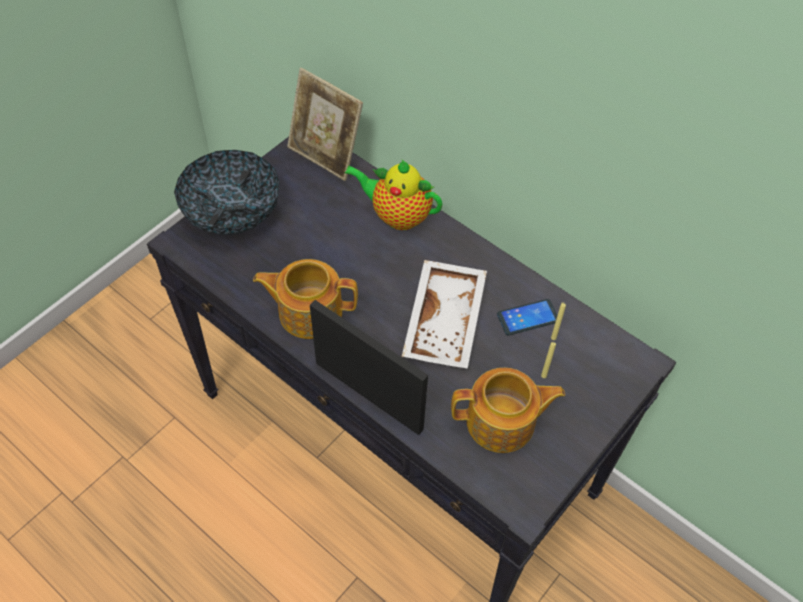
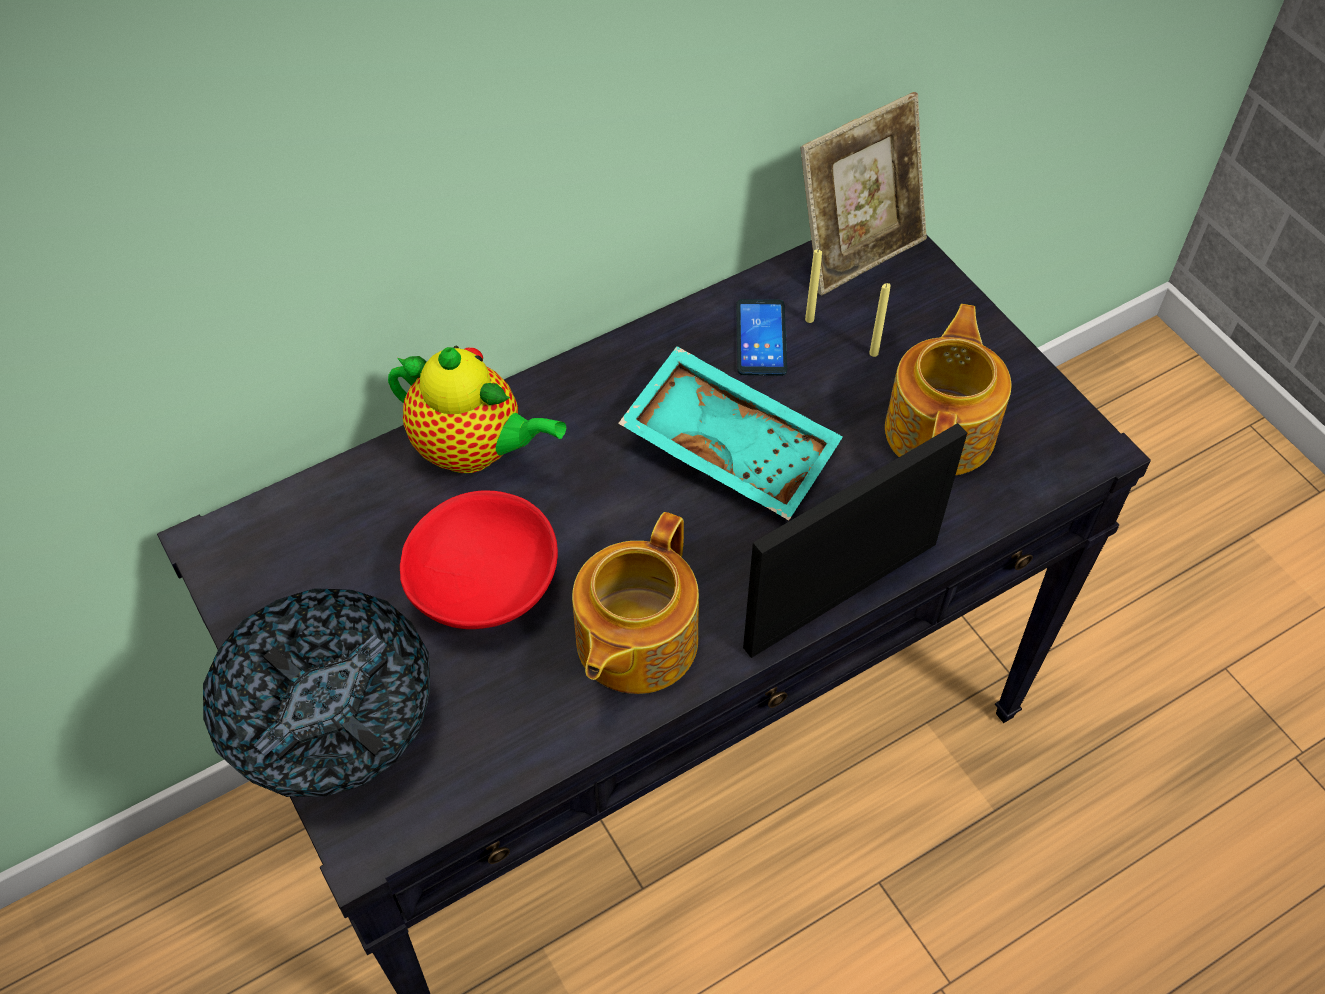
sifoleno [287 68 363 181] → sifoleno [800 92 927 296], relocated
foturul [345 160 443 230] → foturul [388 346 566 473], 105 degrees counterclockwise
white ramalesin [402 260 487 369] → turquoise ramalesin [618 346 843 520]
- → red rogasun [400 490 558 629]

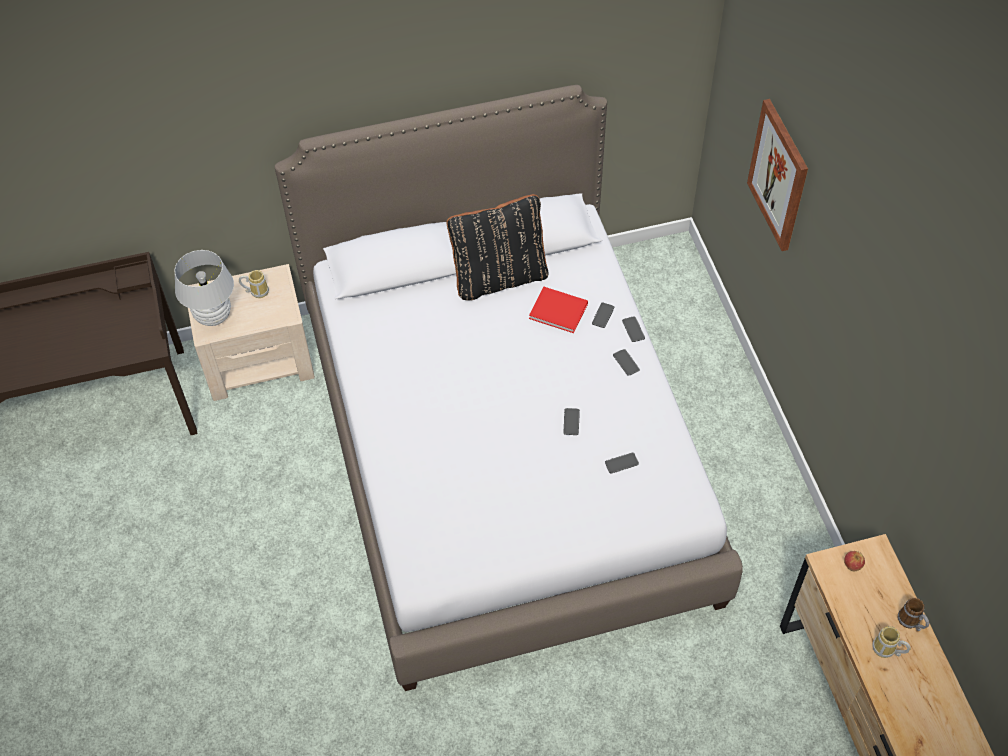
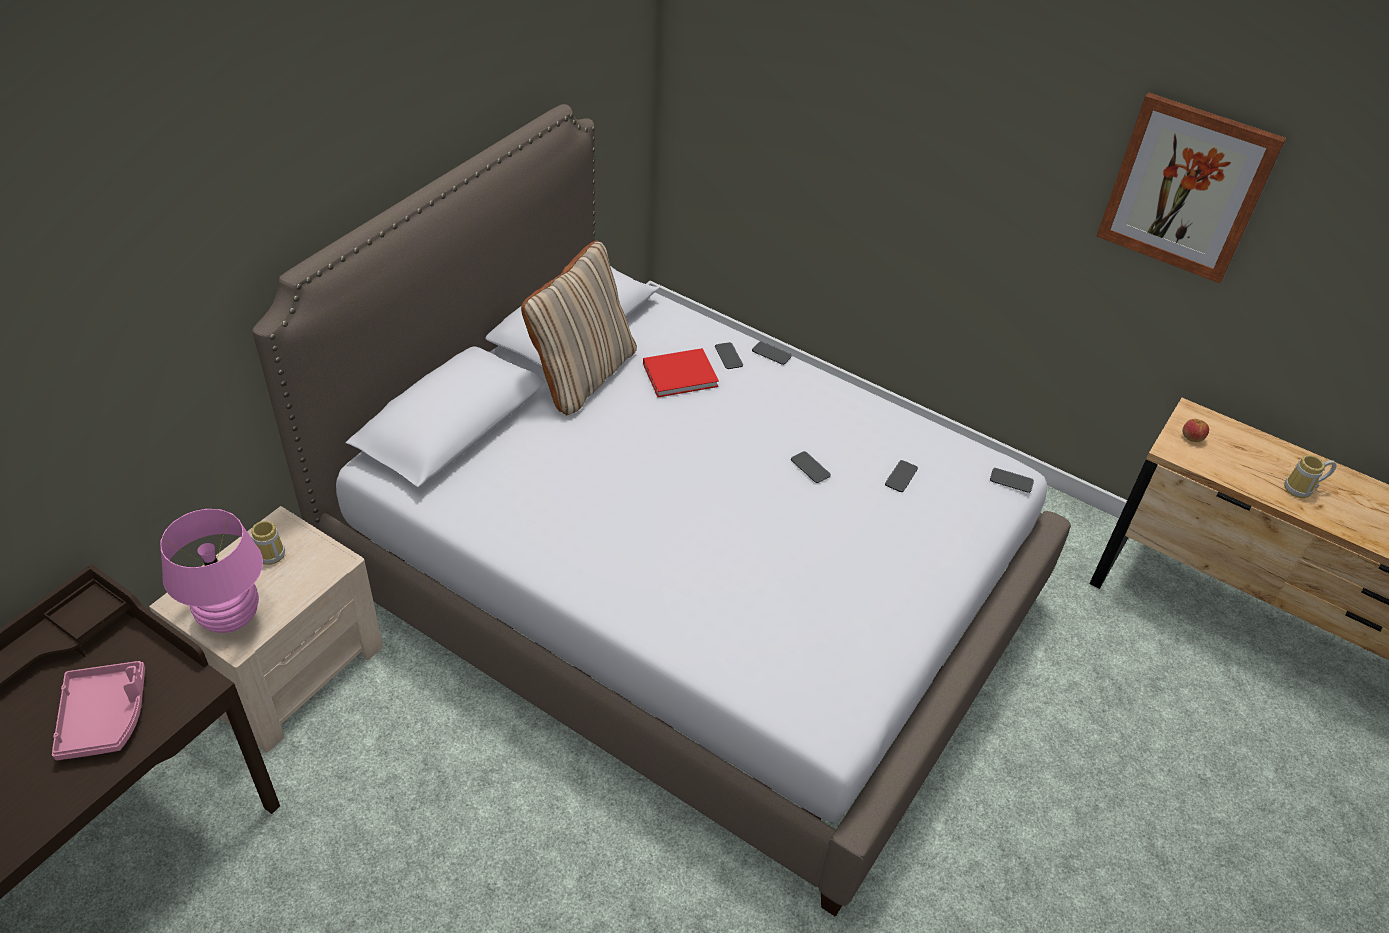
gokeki [747 99 808 251] → gokeki [1097 92 1286 283], relocated
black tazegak [447 194 548 301] → beige tazegak [521 241 637 416]
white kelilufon [174 250 234 326] → pink kelilufon [160 509 263 633]
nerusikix [613 349 640 376] → nerusikix [990 468 1034 493], relocated
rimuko [897 598 929 631] → -
- → pink ramalesin [52 661 145 760]

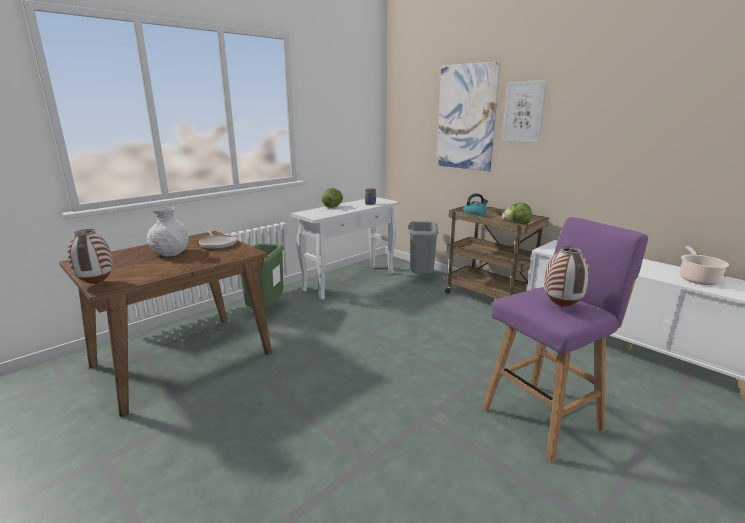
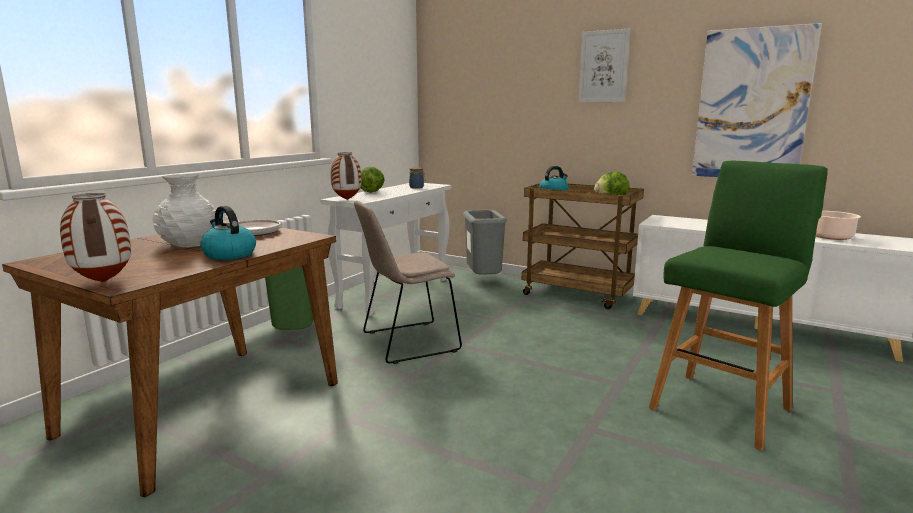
gokeki [437 61 500 171] → gokeki [692 23 822 177], relocated
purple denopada [482 217 648 463] → green denopada [649 161 828 451]
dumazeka [544 246 589 307] → dumazeka [331 152 361 200], relocated
- → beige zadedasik [354 200 462 364]
- → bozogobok [200 206 256 260]

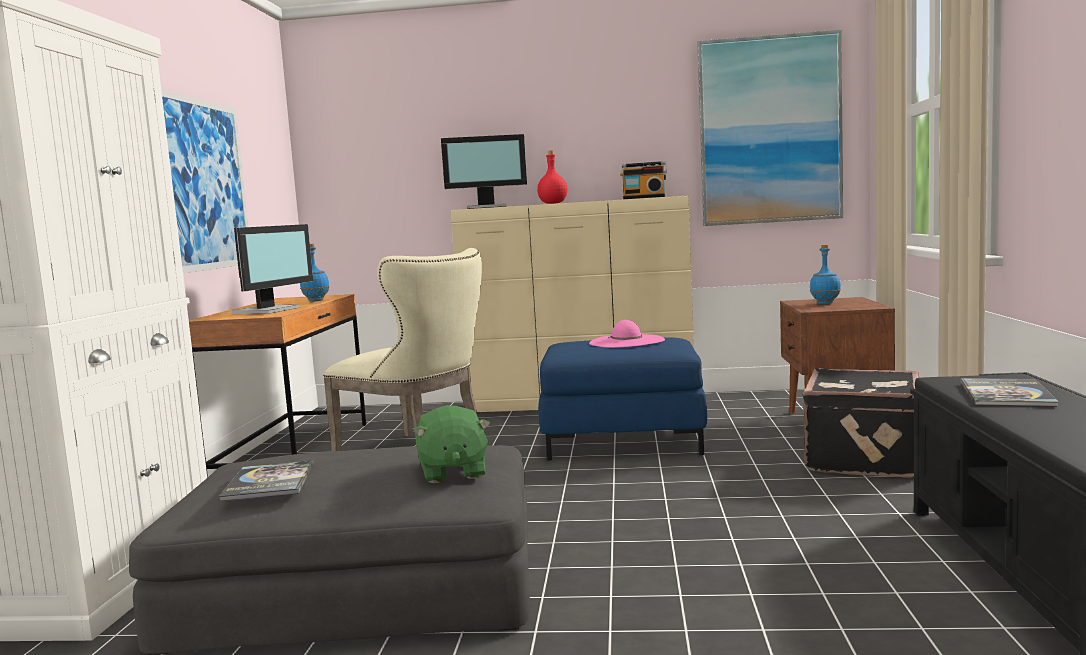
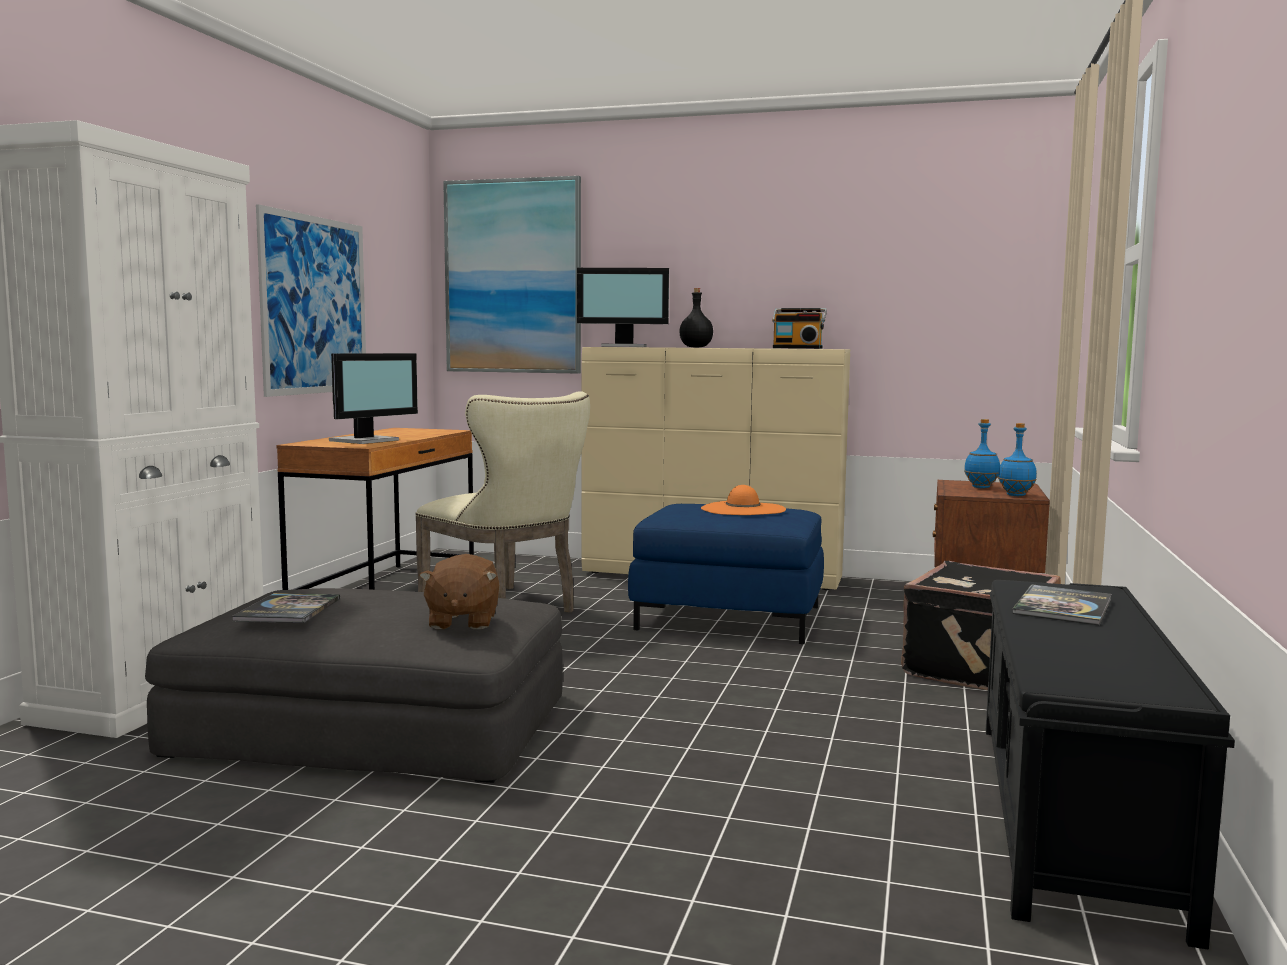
gokeki [697 29 843 226] → gokeki [443 176 581 374], relocated
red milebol [537 150 568 204] → black milebol [679 288 713 347]
blue milebol [300 244 330 301] → blue milebol [998 423 1037 496], relocated
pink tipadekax [589 320 665 348] → orange tipadekax [701 485 786 515]
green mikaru [413 405 491 483] → brown mikaru [419 554 499 629]

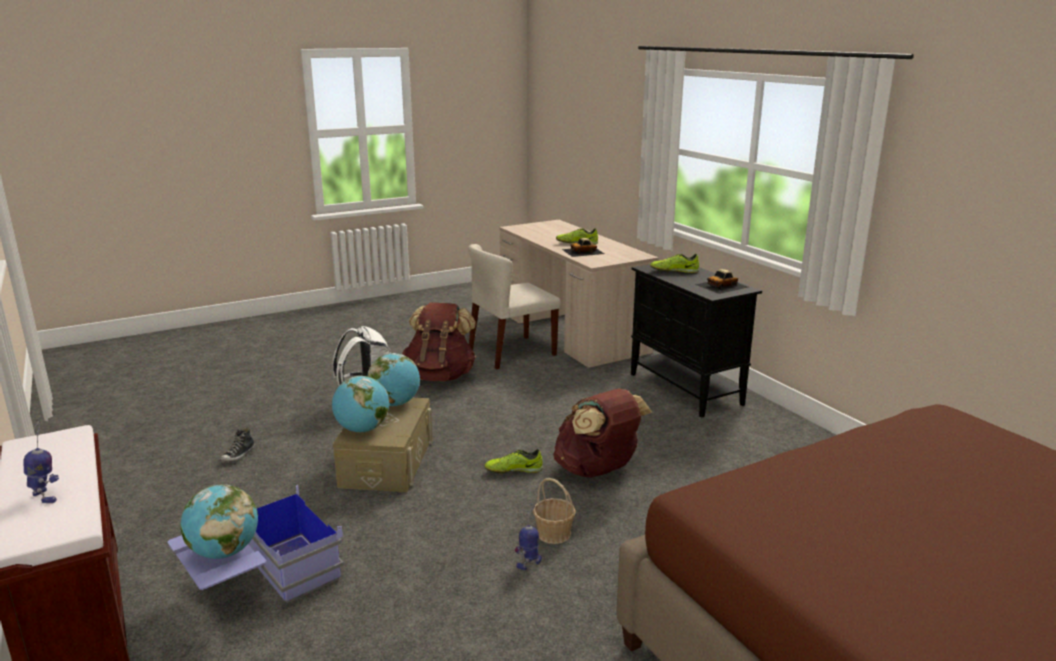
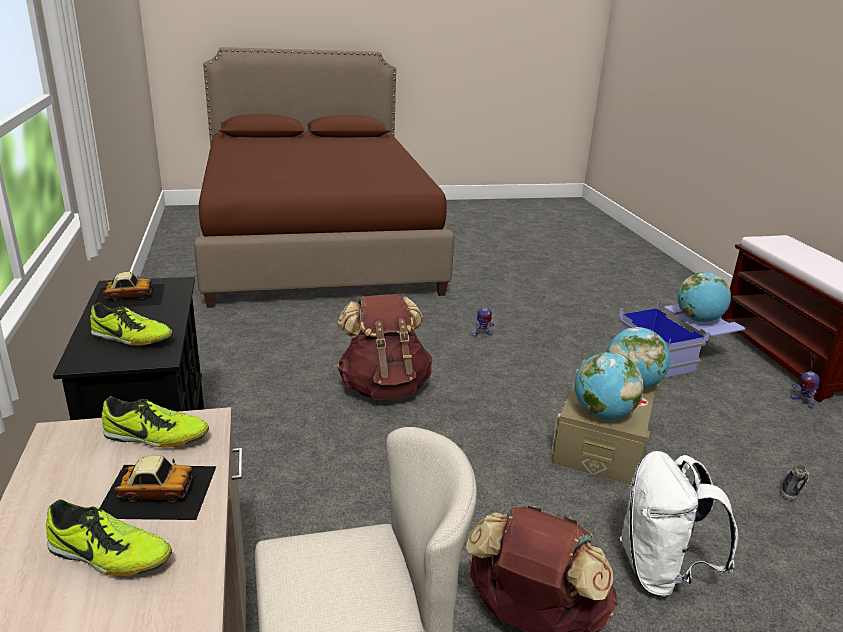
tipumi [24 421 59 503] → tipumi [790 354 819 409], relocated
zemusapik [485 449 543 473] → zemusapik [102 396 209 448], relocated
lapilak [533 478 576 544] → -

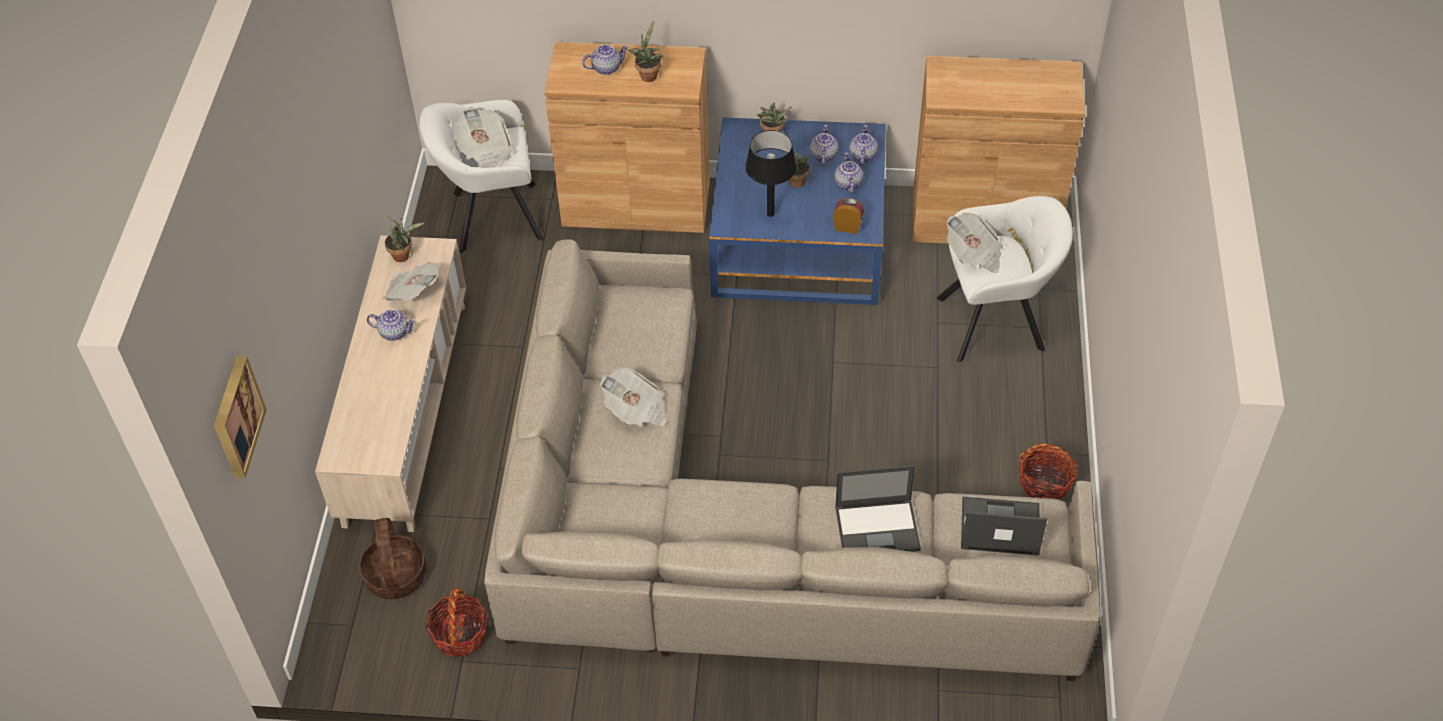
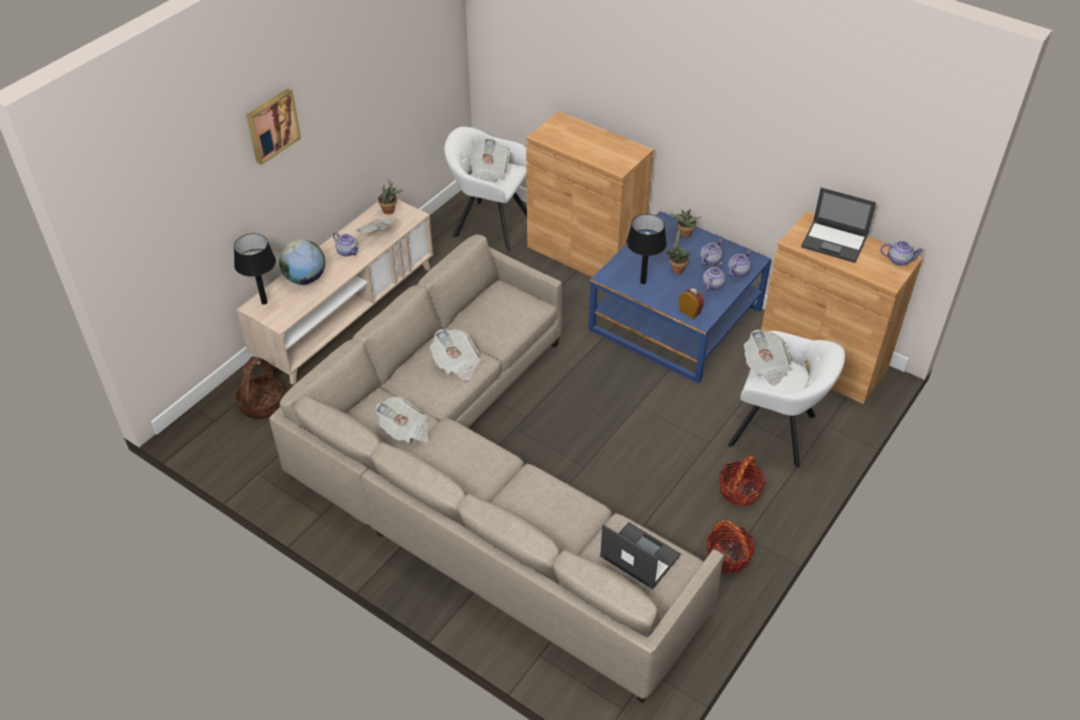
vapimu [627 21 664 82] → -
foturul [582 44 629 75] → foturul [880 240 924 266], relocated
gokeki [214 356 267 478] → gokeki [246 88 301 165], relocated
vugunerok [835 465 921 552] → vugunerok [801 188 876 263], relocated
lapilak [426 588 487 656] → lapilak [719 455 766 506], relocated
- → black kelilufon [234 233 276 305]
- → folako [279 239 325 285]
- → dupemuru [376 397 429 443]

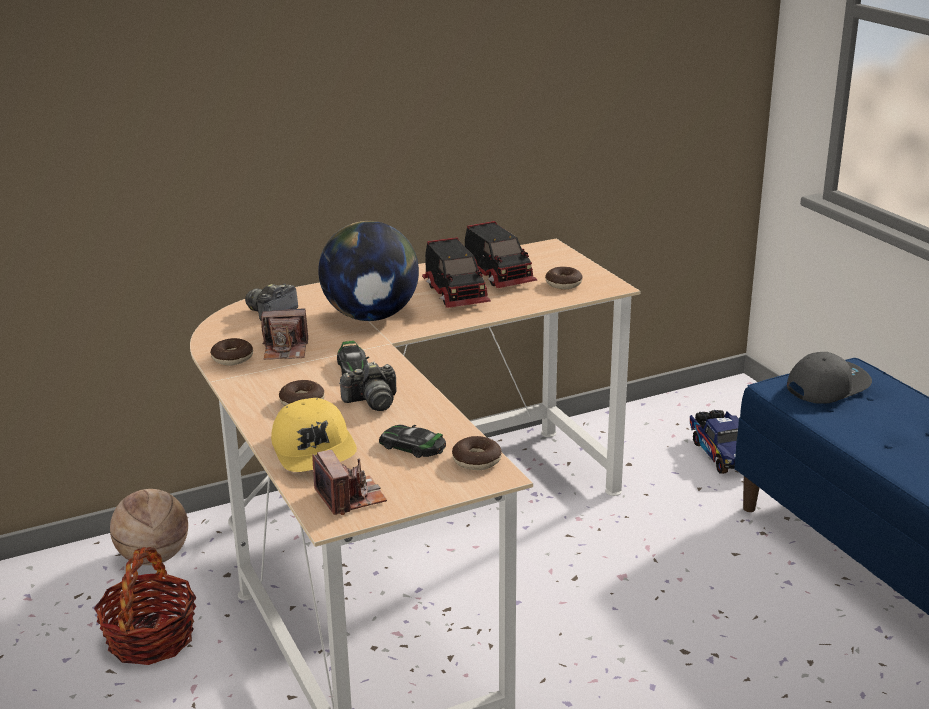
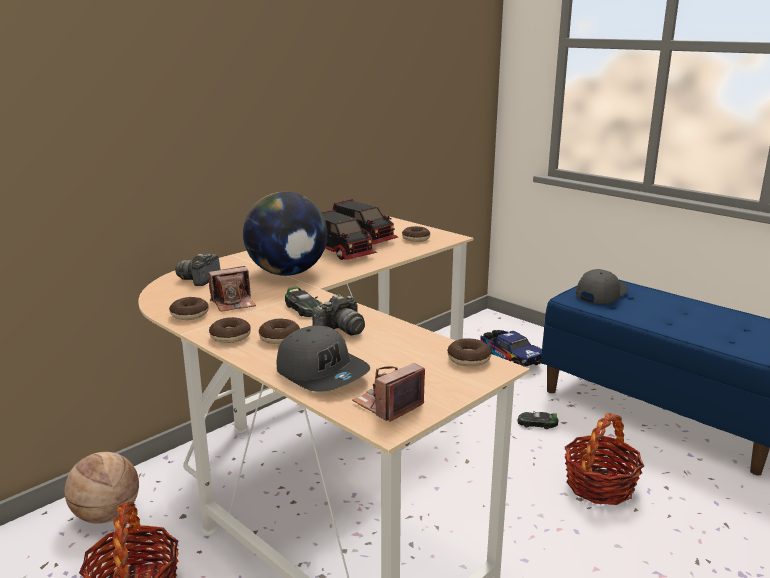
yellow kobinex [271 398 357 472] → grey kobinex [277 325 370 392]
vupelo [379 425 446 458] → vupelo [517 411 558 429], relocated
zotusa [312 450 387 515] → zotusa [352 363 425 422], 90 degrees counterclockwise
- → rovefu [209 317 251 343]
- → lapilak [565 413 644 505]

